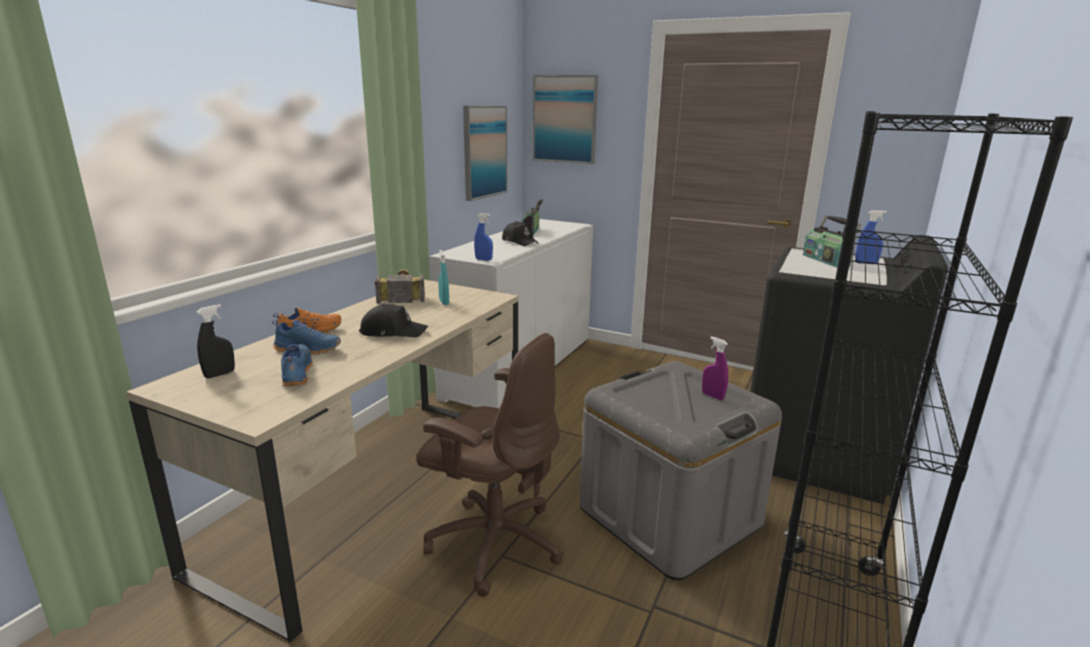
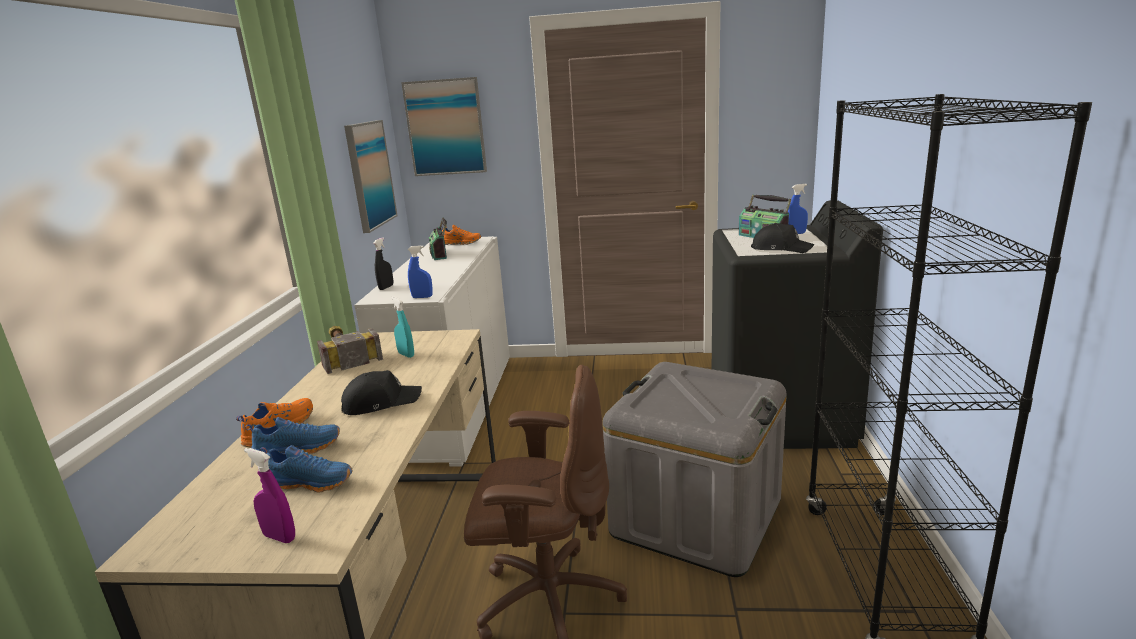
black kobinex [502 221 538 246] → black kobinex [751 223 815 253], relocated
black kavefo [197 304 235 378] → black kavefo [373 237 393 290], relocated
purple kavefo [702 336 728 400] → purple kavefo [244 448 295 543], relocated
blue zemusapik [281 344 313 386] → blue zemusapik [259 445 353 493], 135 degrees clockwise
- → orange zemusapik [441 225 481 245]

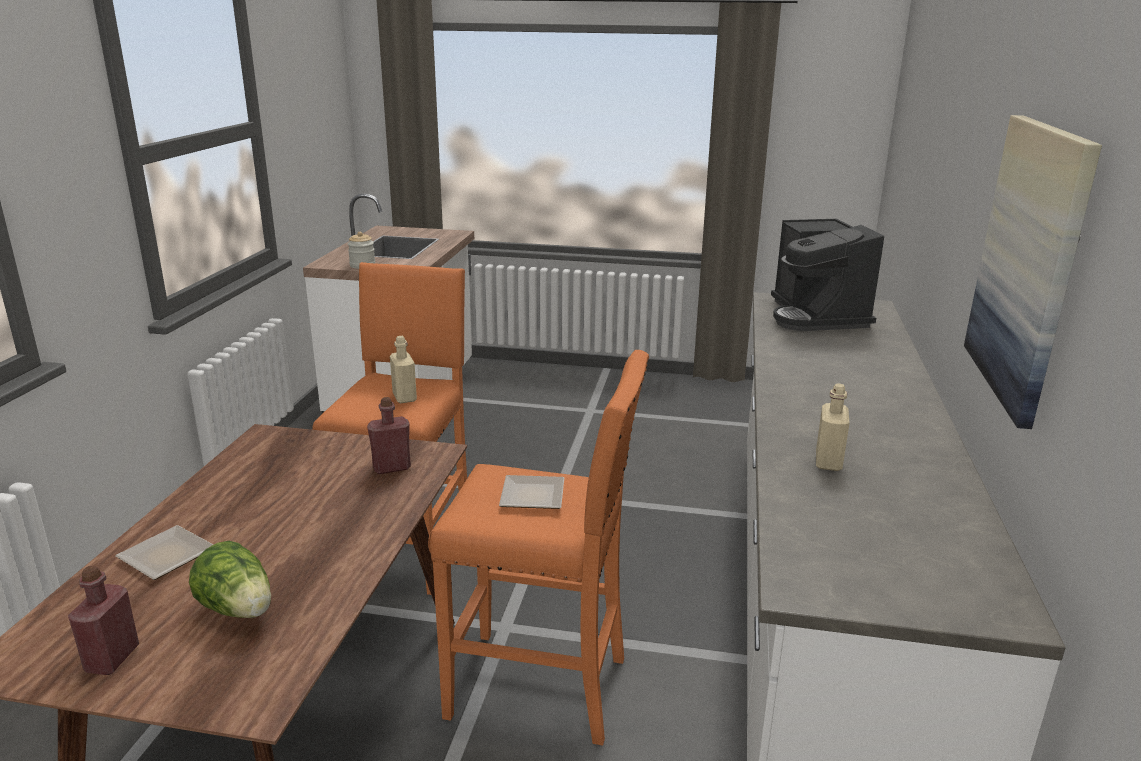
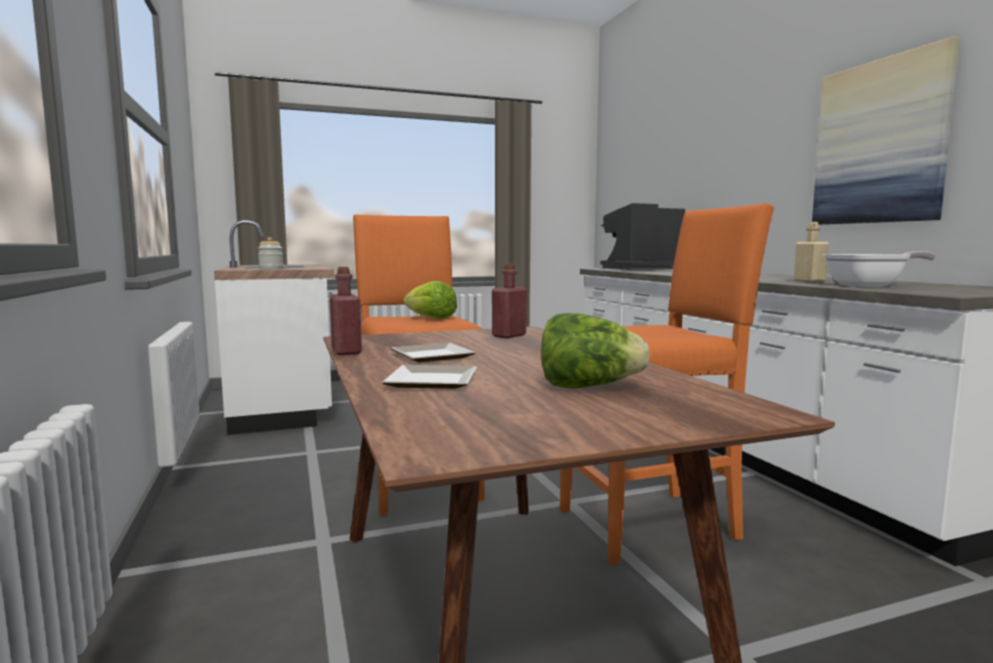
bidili [771 219 884 331] → bidili [600 203 685 270], 105 degrees clockwise
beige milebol [390 336 417 403] → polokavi [403 281 457 319]
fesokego [499 475 564 509] → fesokego [391 343 476 362], relocated
red milebol [68 566 139 675] → red milebol [329 267 362 355], relocated
- → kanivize [823 251 936 287]

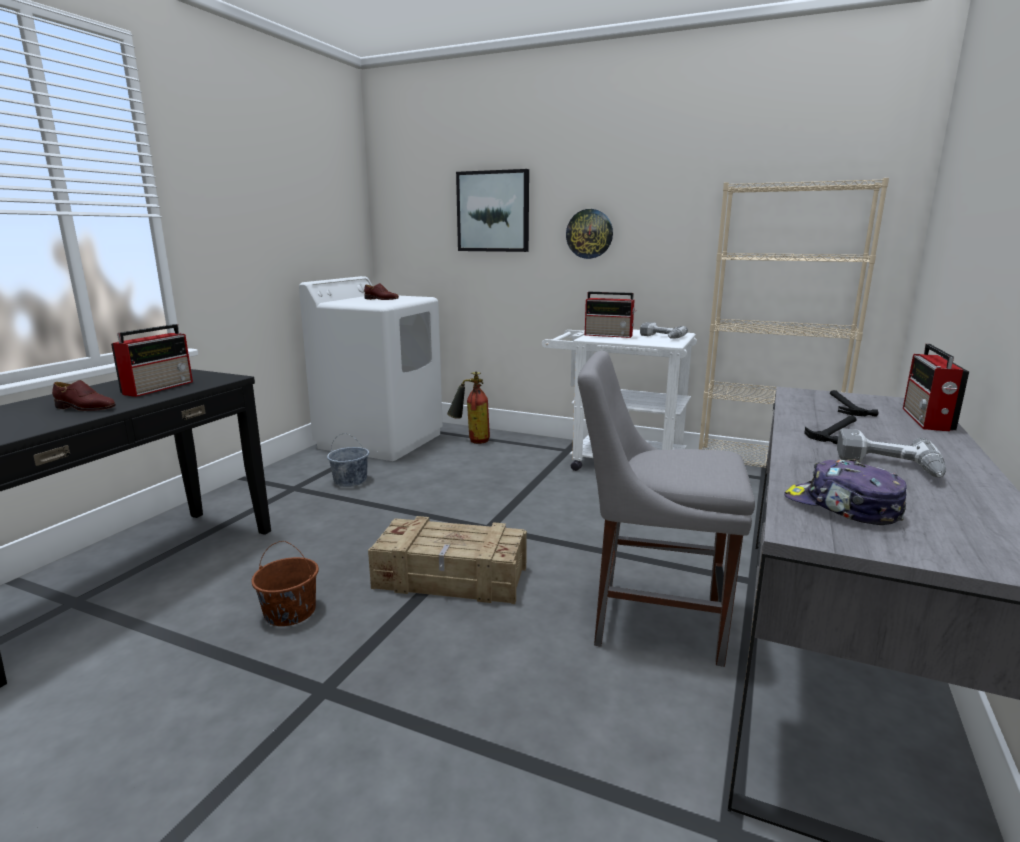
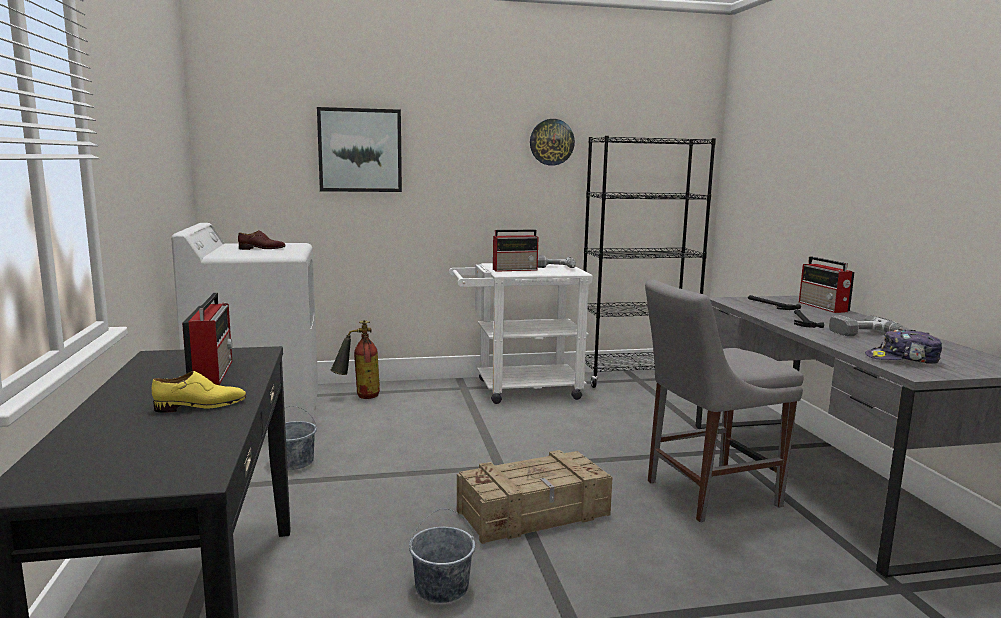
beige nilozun [699 178 889 468] → black nilozun [583 136 716 388]
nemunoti [566 209 613 259] → nemunoti [530 119 575 165], relocated
brown zemusapik [52 380 116 411] → yellow zemusapik [152 371 247 413]
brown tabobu [251 541 319 626] → grey tabobu [409 508 475 603]

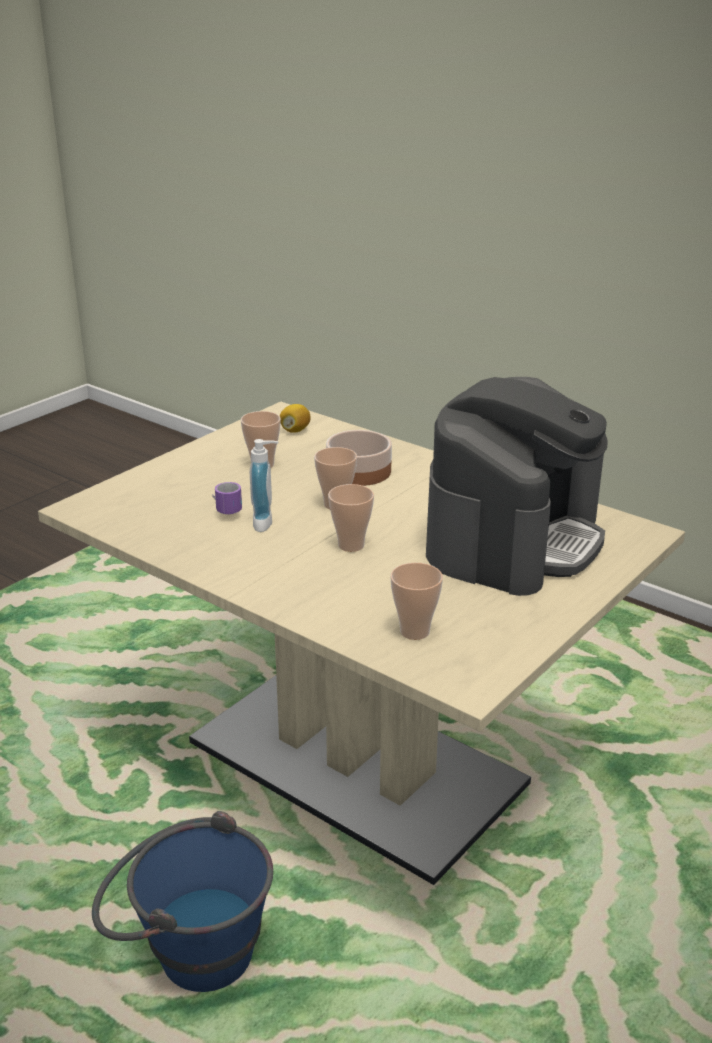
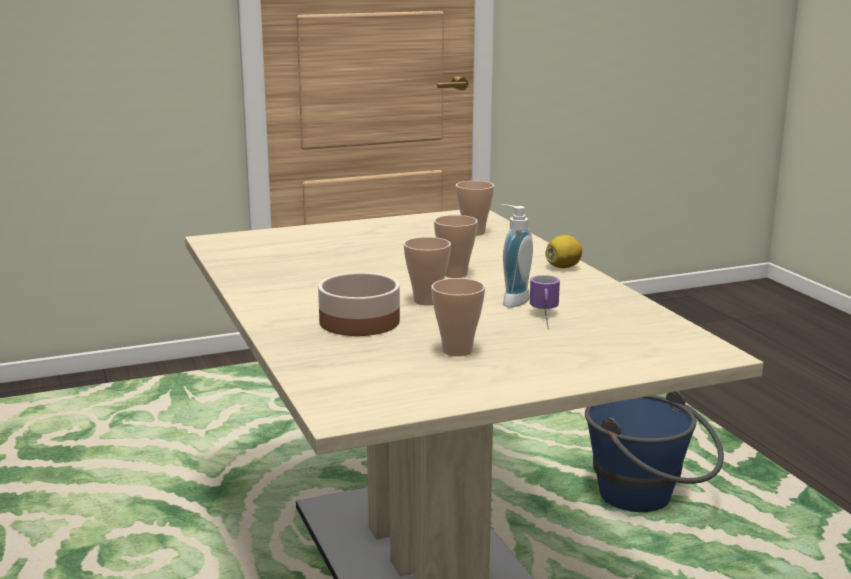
bidili [426 377 607 596] → -
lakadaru [280 404 311 433] → lakadaru [546 235 582 268], relocated

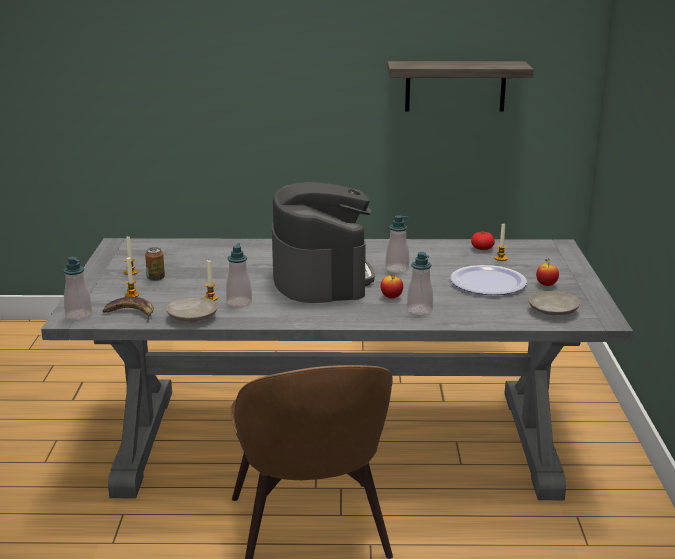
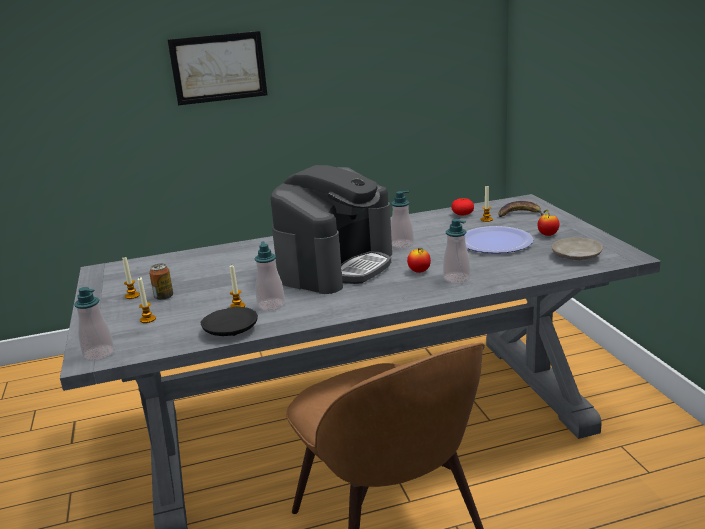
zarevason [387 61 534 112] → -
bidili [272 182 375 303] → bidili [270 165 392 294], 60 degrees clockwise
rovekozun [102 297 154 322] → rovekozun [498 201 543 217], relocated
beige fesokego [166 297 218 322] → black fesokego [201 307 258 336]
- → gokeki [168 31 267 105]

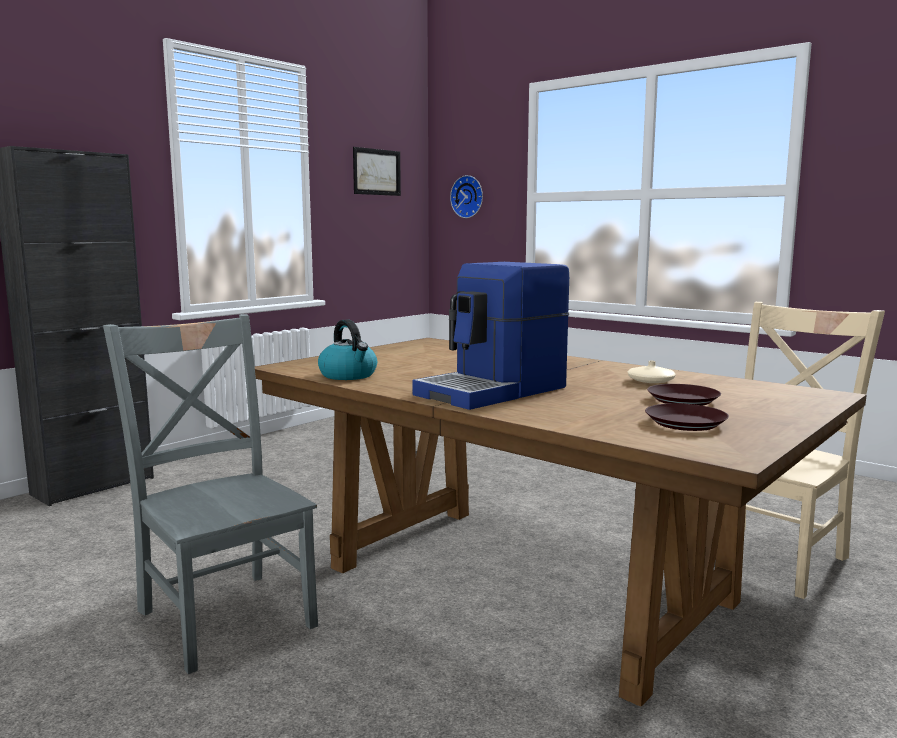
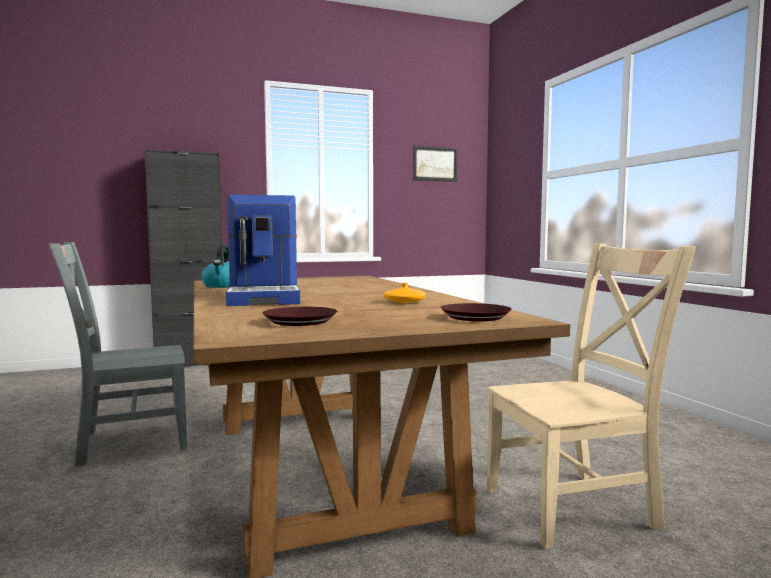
nemunoti [450 175 483 218] → -
bidili [412 262 569 410] → bidili [226 195 300 306], 90 degrees counterclockwise
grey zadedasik [103 314 318 674] → grey zadedasik [48 242 187 467], 105 degrees counterclockwise
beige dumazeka [628 361 676 383] → orange dumazeka [383 283 426 303]
brown fesokego [647 384 721 406] → brown fesokego [440 303 512 321], relocated

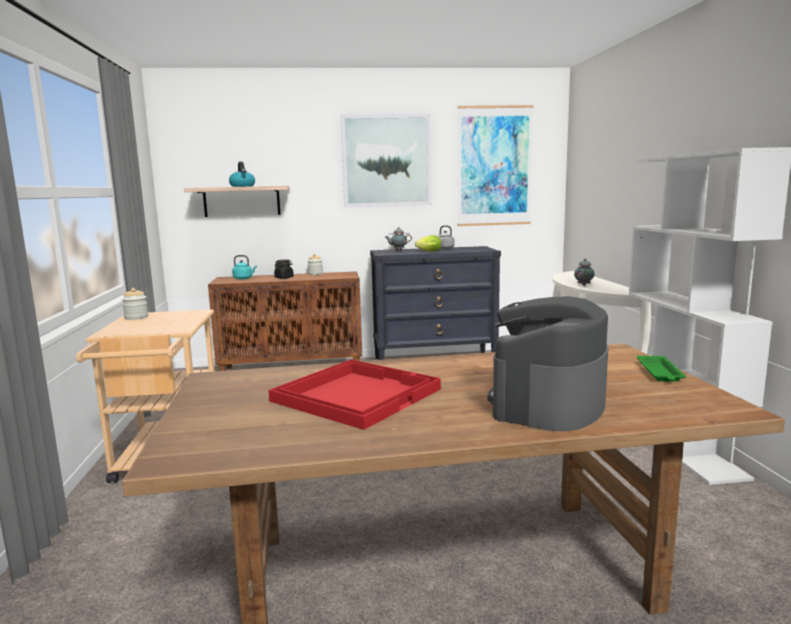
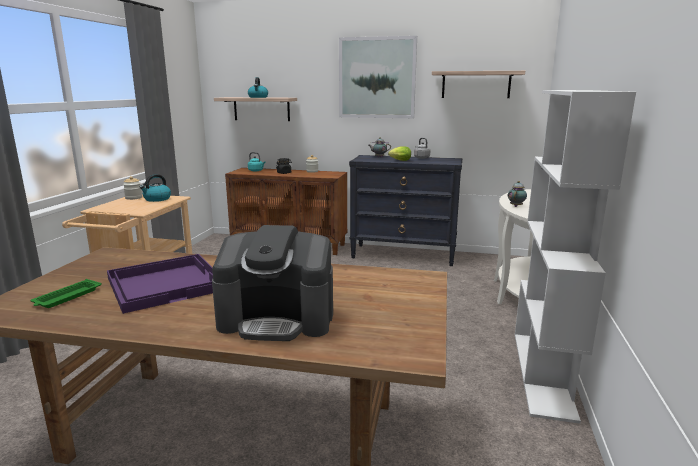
gokeki [457 105 534 226] → zarevason [432 71 525 98]
bidili [488 296 609 431] → bidili [212 225 333 341], 135 degrees counterclockwise
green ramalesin [637 356 686 382] → green ramalesin [31 279 102 308], relocated
red ramalesin [269 360 441 430] → purple ramalesin [107 254 213 314]
- → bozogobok [140 174 171 202]

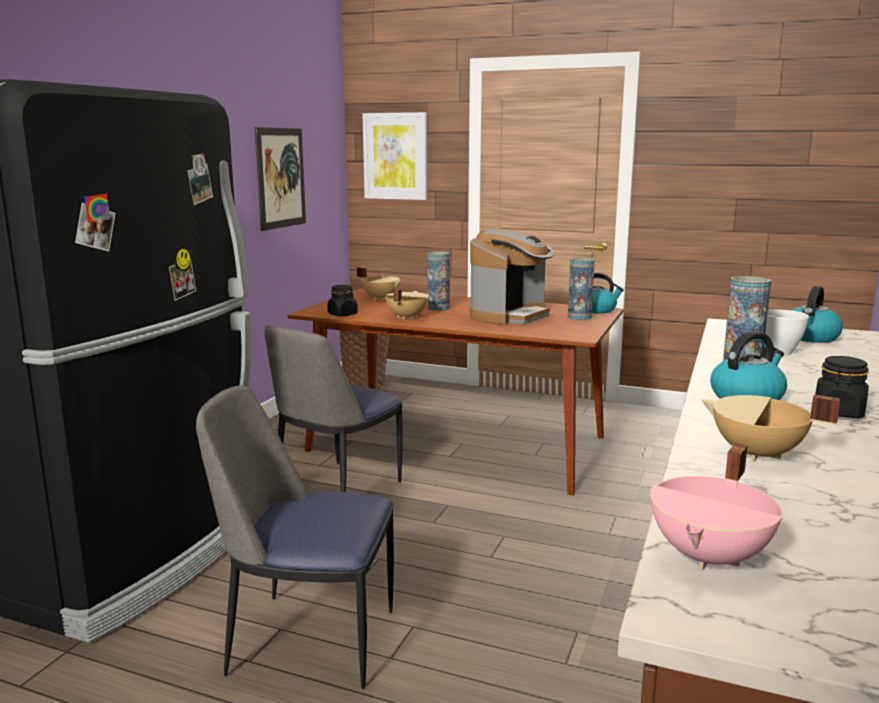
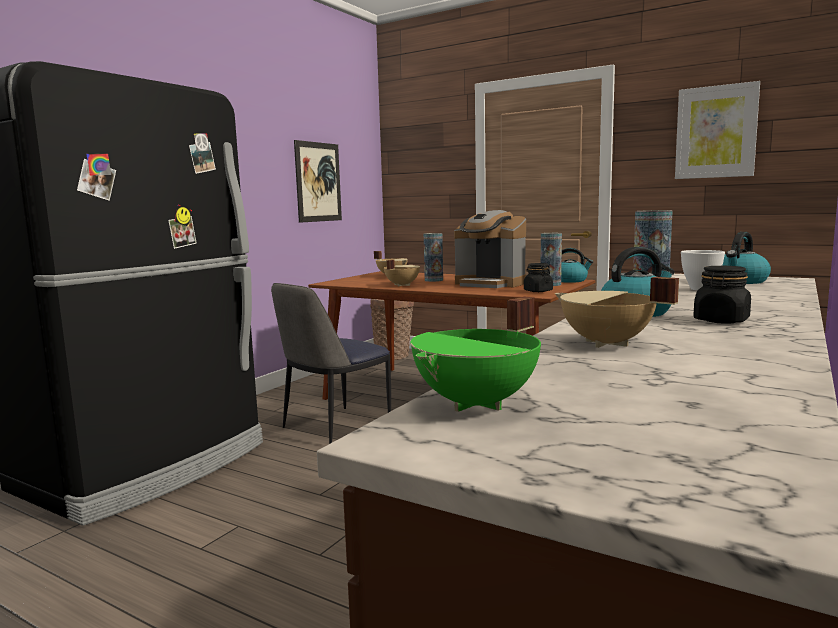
gokeki [363 112 427 200] → gokeki [675 81 760 179], relocated
bidili [470 229 554 325] → bidili [454 210 526 288], 75 degrees clockwise
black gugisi [328 285 358 316] → black gugisi [524 263 553 292], relocated
zadedasik [196 386 394 689] → -
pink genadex [650 443 782 571] → green genadex [410 297 541 412]

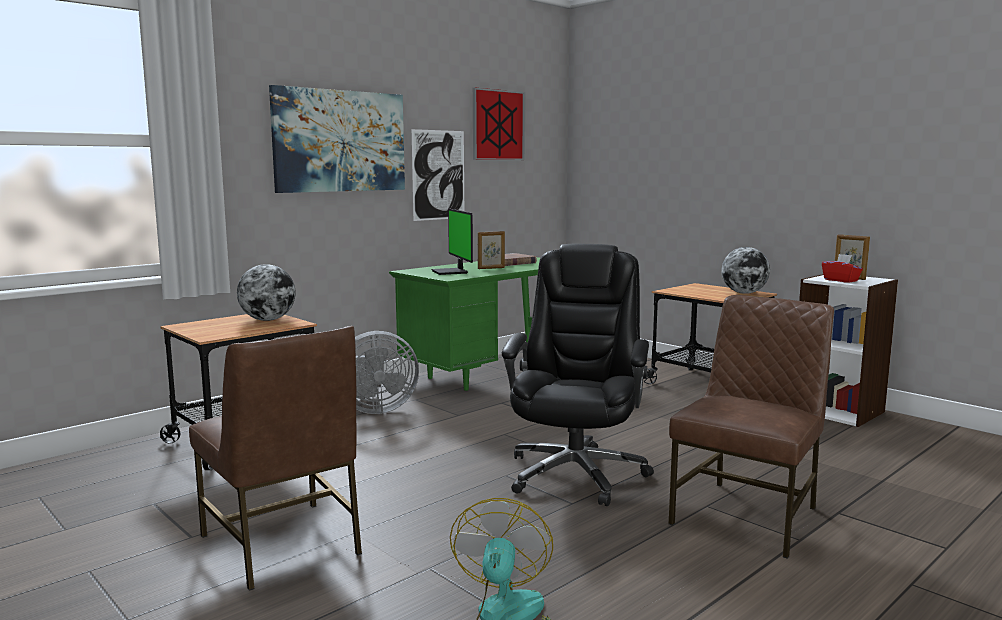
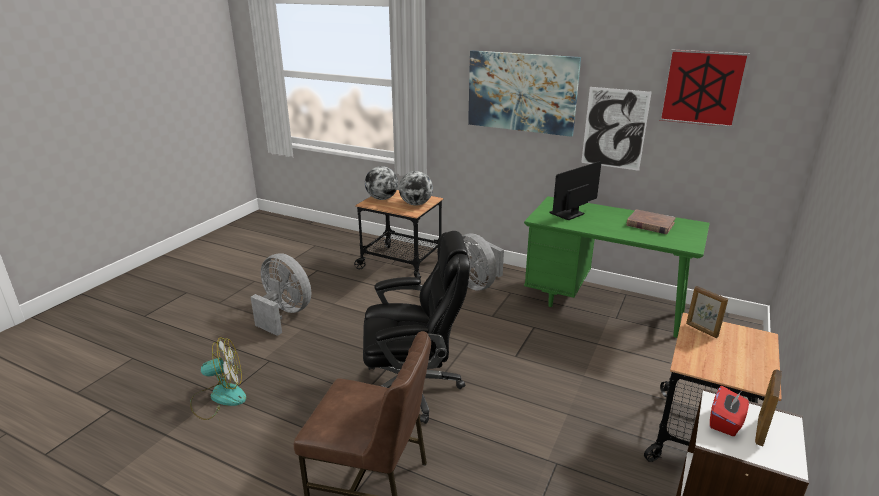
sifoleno [478 231 505 269] → sifoleno [686 286 728 338], relocated
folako [721 247 770 294] → folako [365 166 398 200], relocated
brown zadedasik [189 326 362 591] → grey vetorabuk [251 253 311 336]

